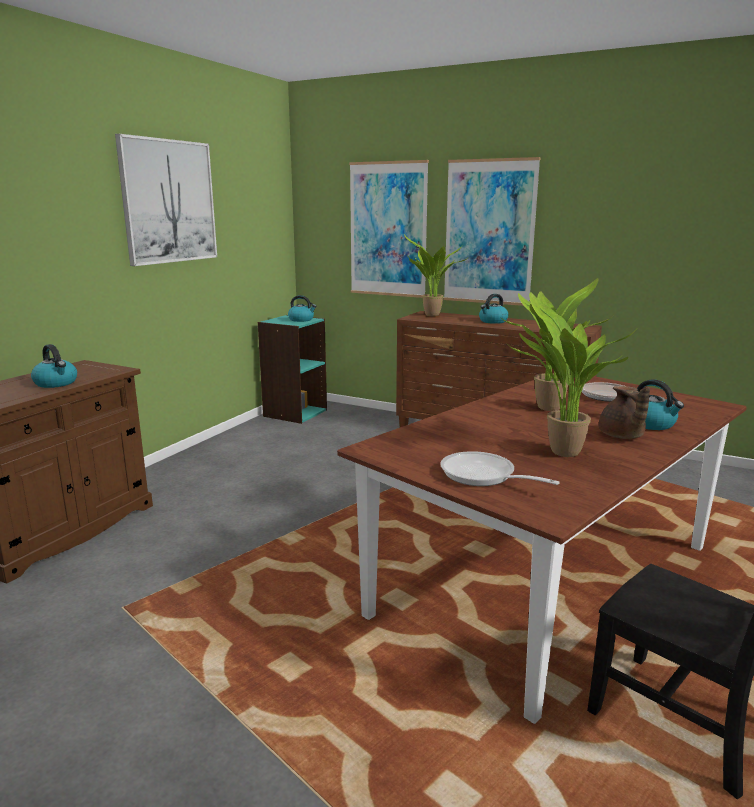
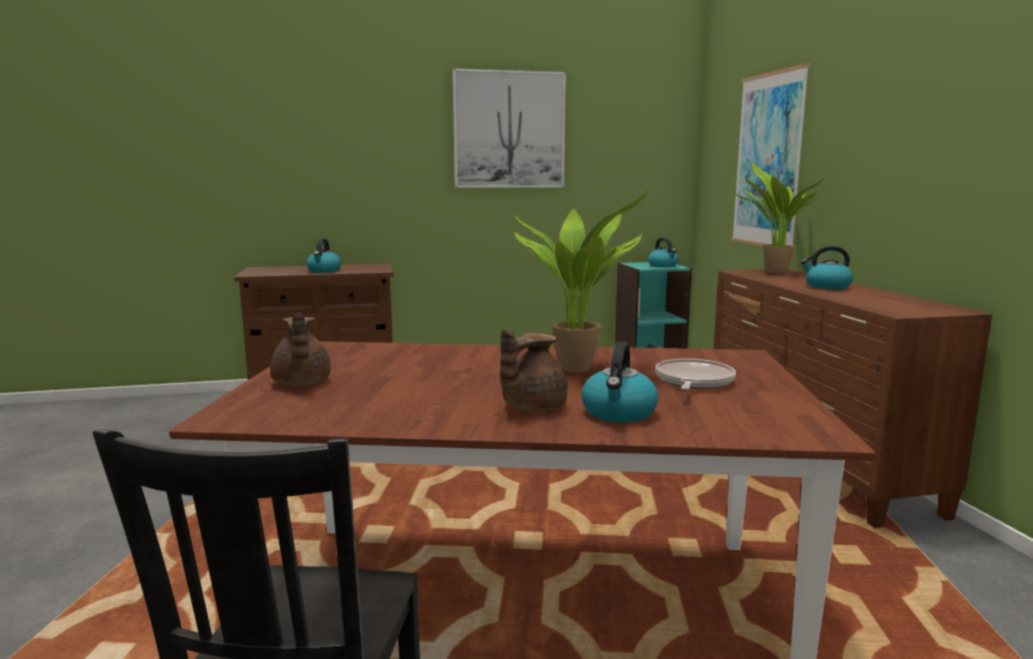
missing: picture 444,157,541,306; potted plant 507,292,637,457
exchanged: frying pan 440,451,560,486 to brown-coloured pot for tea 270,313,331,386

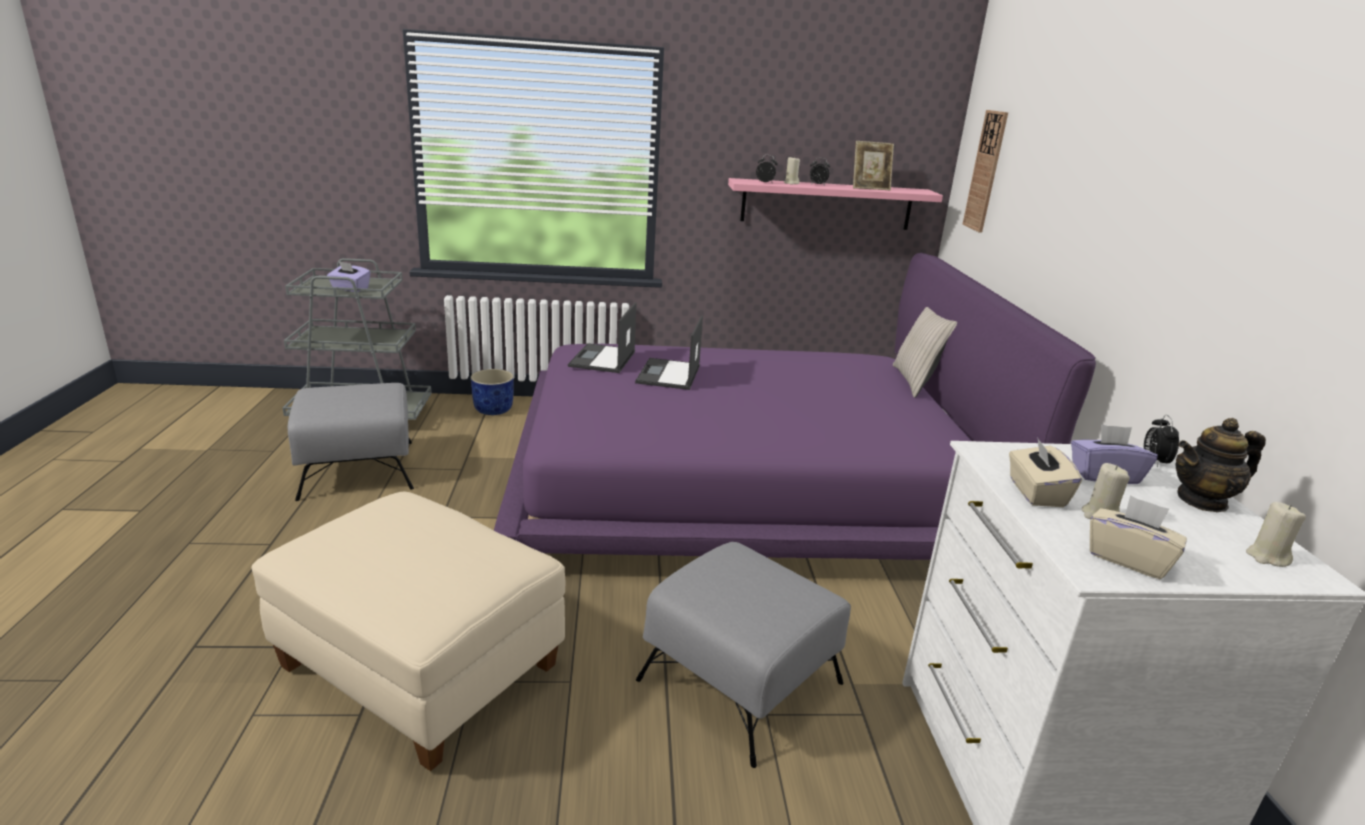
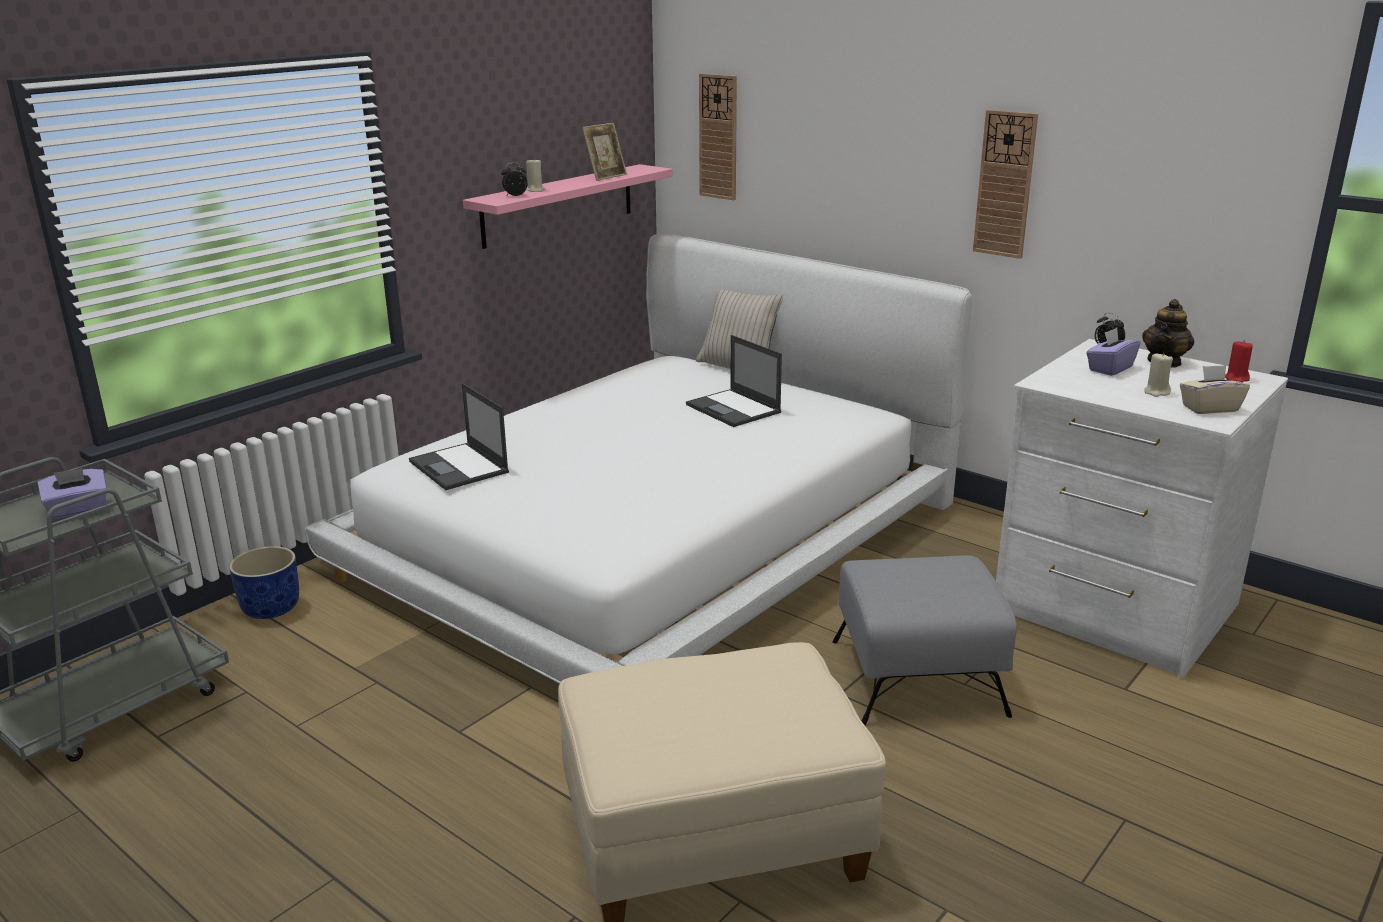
missing: grey ottoman 288,383,414,501; bedside clock 810,158,830,185; beige tissue holder 1009,437,1082,507
appeared: clock on the wall 973,110,1038,259
relocated: notebook computer 635,315,703,390 to 686,335,782,427
colour: purple sleeping bed 494,253,1096,560 to white sleeping bed 304,234,972,684; beige candle 1246,502,1306,567 to red candle 1225,340,1253,382

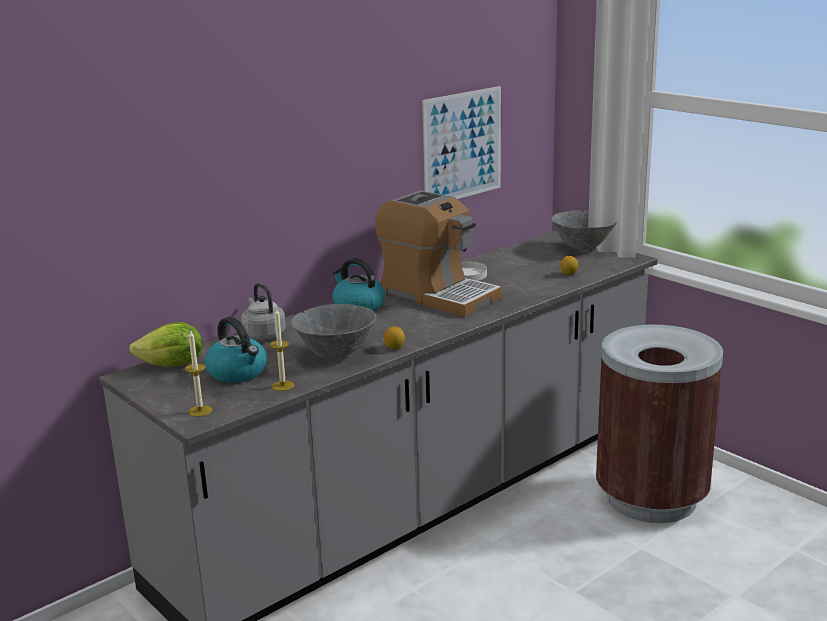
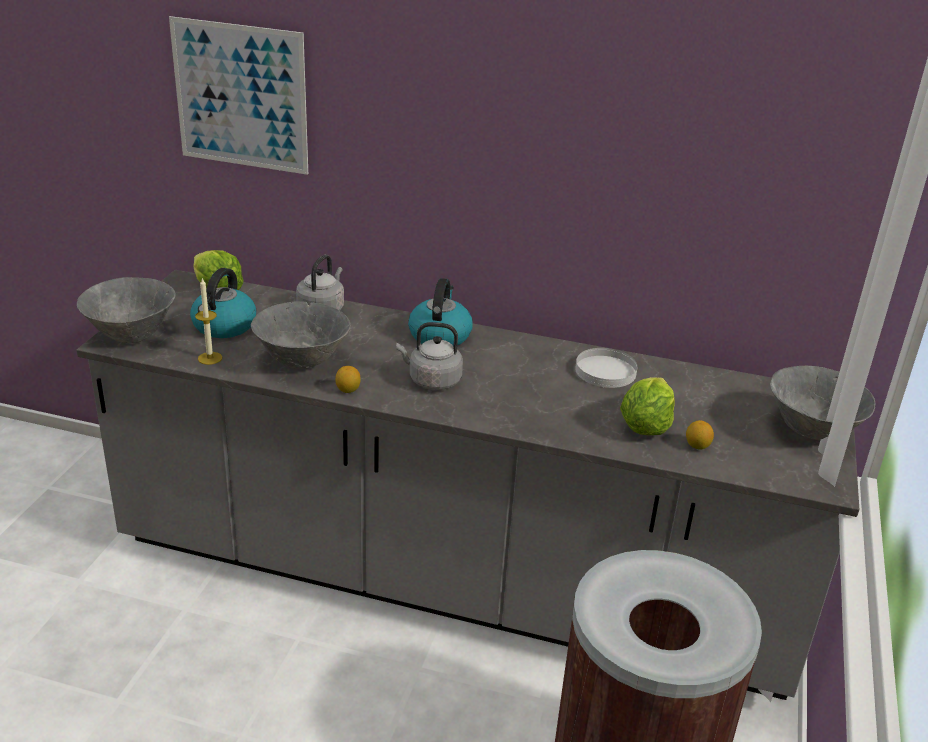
missing: coffee maker 375,190,502,317
appeared: grey kettle 396,322,463,390; lettuce head 620,377,675,435
relocated: picture 422,86,501,199 to 169,16,308,175
exchanged: candle 185,331,212,417 to grey bowl 77,277,176,343

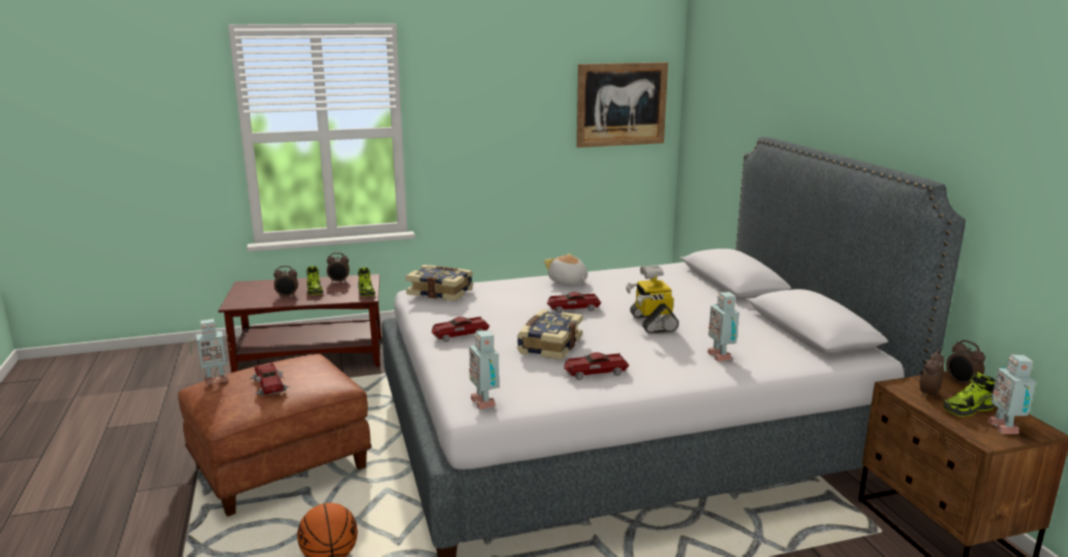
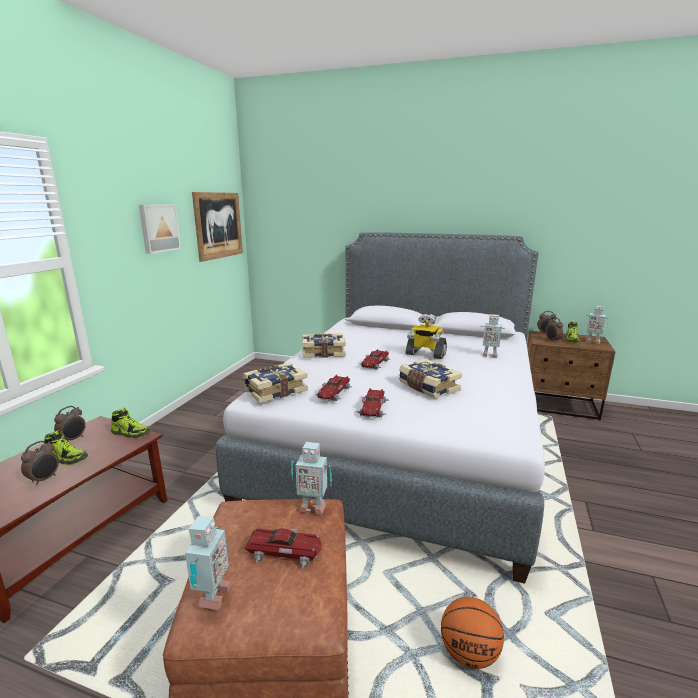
appeared: picture 139,204,181,254
relocated: toy robot 469,330,499,410 to 291,442,332,514; model car 564,352,629,380 to 315,375,352,401
exchanged: cuddly toy 544,254,588,285 to volume 302,333,345,358

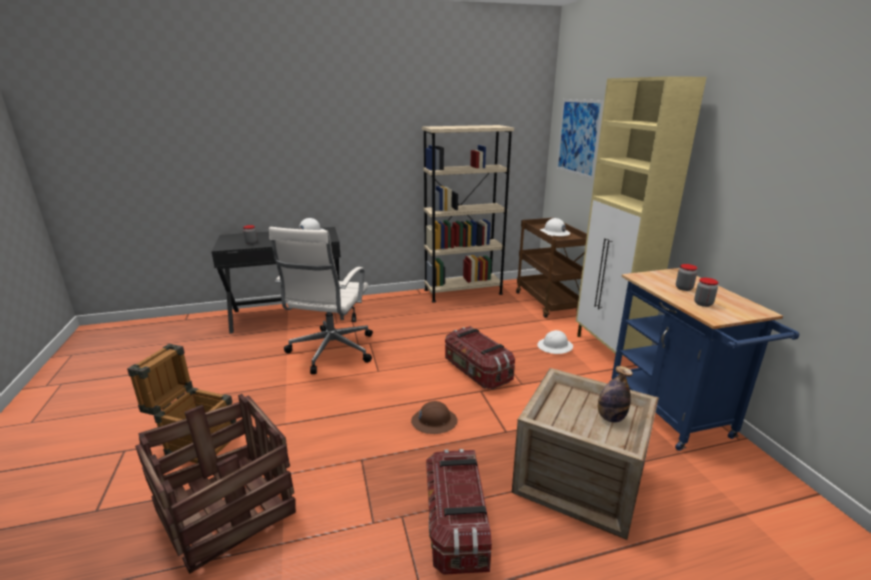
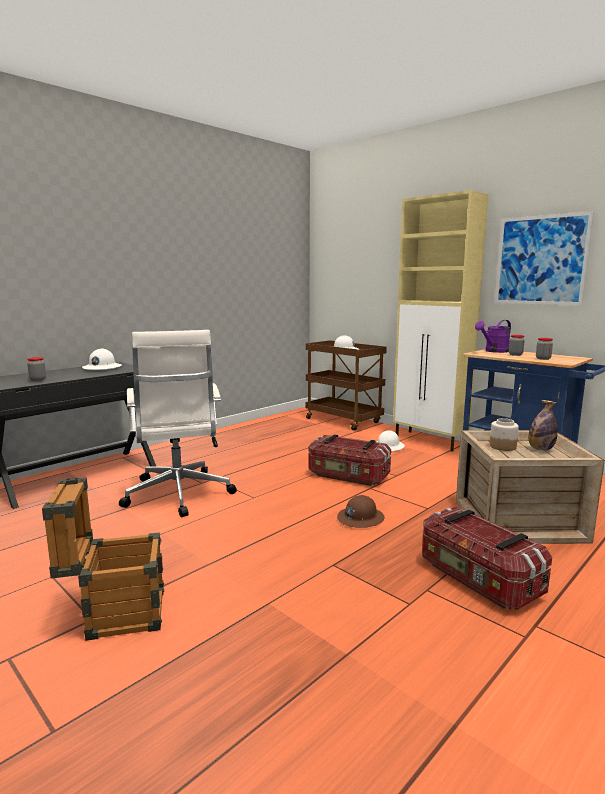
missing: packing crate 135,394,296,574; beige bookcase 422,125,514,303
appeared: purple watering can 475,320,511,353; storage jar 490,418,519,451
relocated: picture 556,99,604,179 to 495,211,594,306

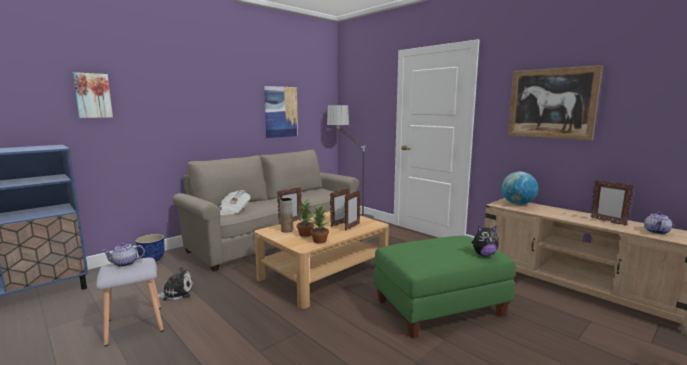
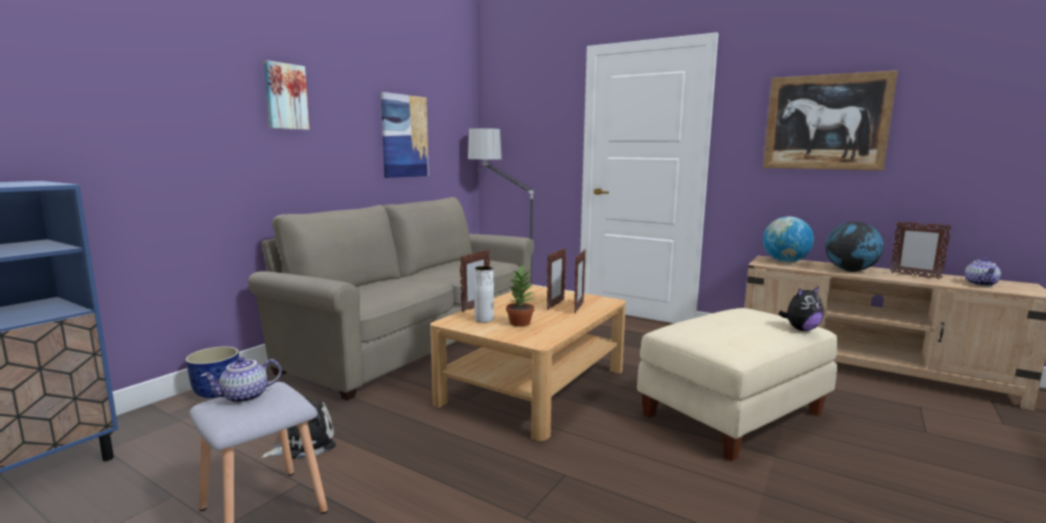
missing: daily paper 220,190,250,215; potted plant 310,205,329,243
appeared: globe 825,222,884,272
relocated: picture 73,72,113,118 to 263,60,309,130
colour: brown-coloured flower vase 280,198,293,233 to white flower vase 474,266,494,323; green ottoman 374,236,515,338 to beige ottoman 637,308,838,461

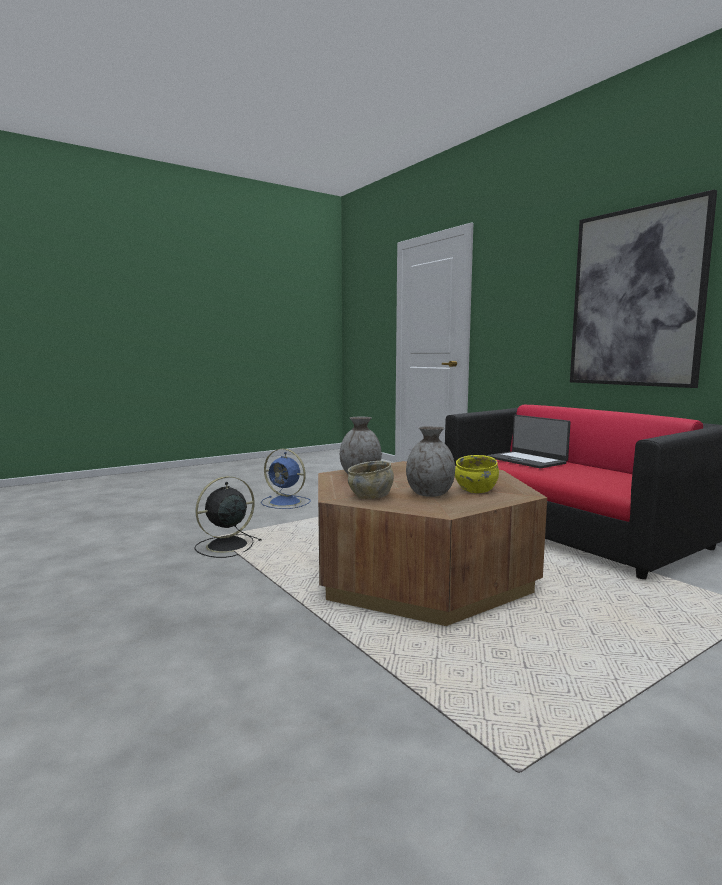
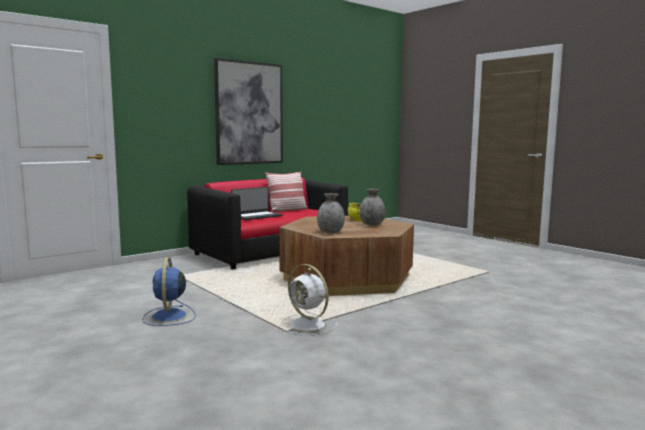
missing: beige bowl 348,461,394,499
appeared: cushion 265,171,308,213
colour: blackish electric fan 194,476,262,558 to white electric fan 281,264,337,336
spun: bluish electric fan 261,449,311,509 = 142,257,196,326 150 degrees clockwise

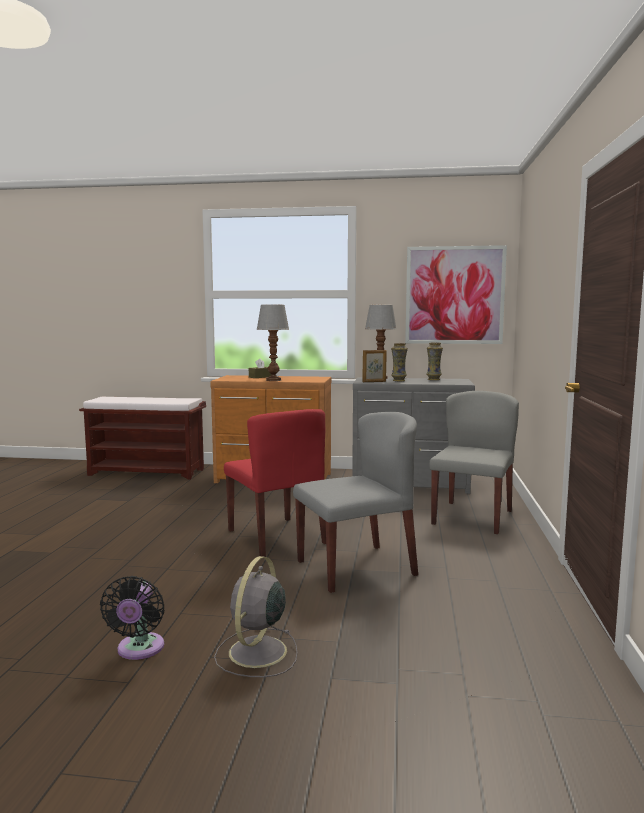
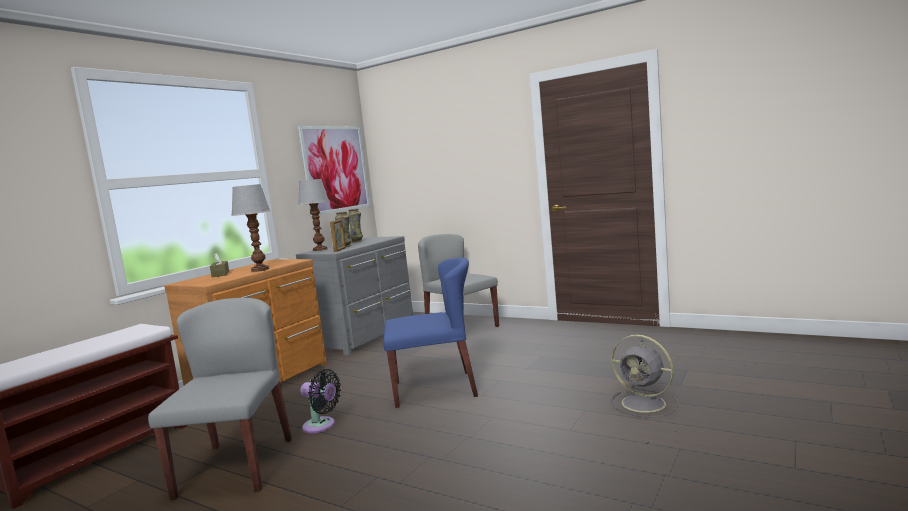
relocated: blackish electric fan 100,576,165,660 to 300,369,341,433; grey upright chair 293,412,418,593 to 148,298,292,500
colour: red upright chair 224,409,326,557 to bluish upright chair 383,257,478,408

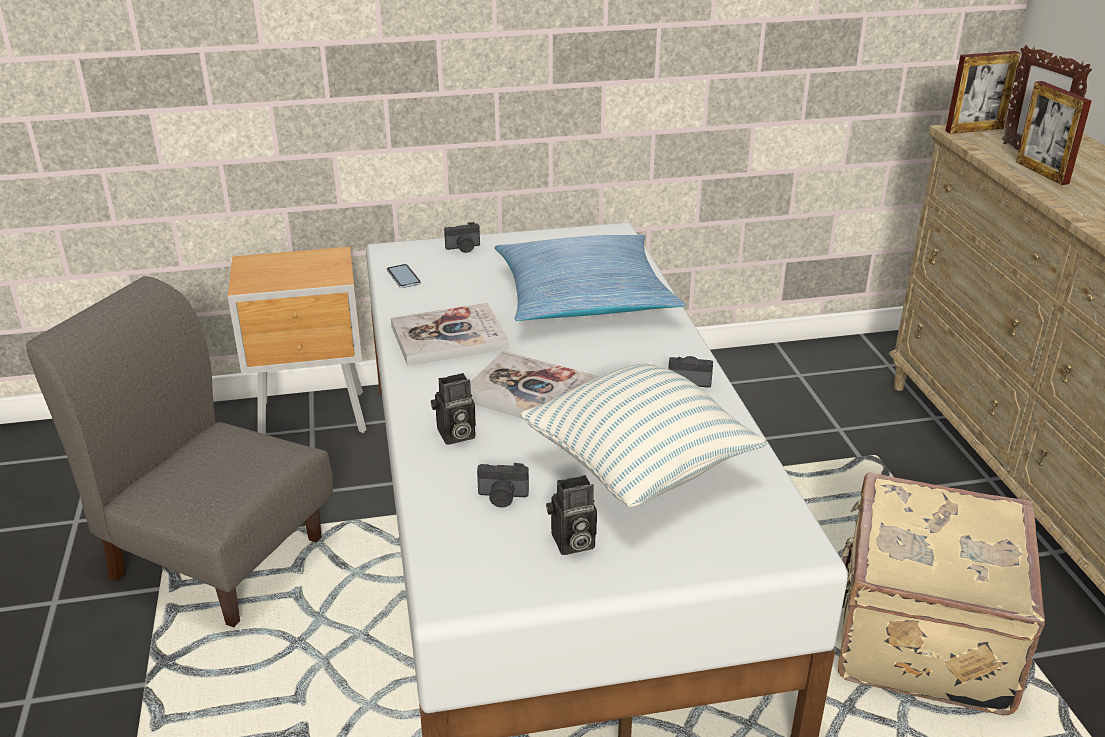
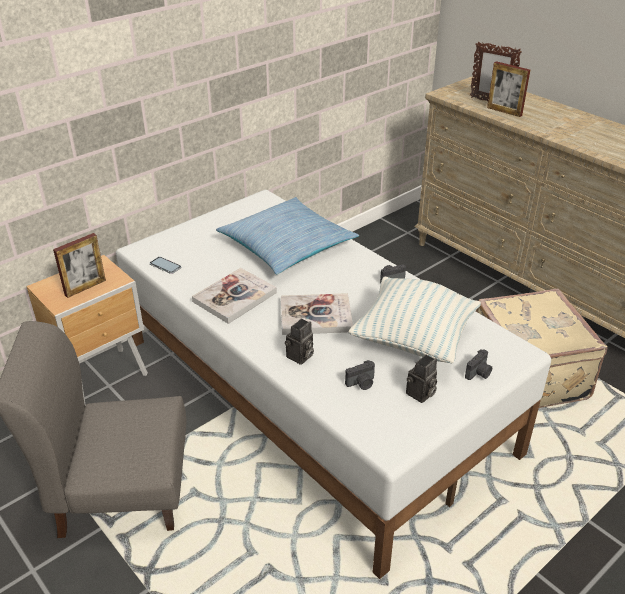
relocated: still camera 444,222,480,253 to 465,349,492,380; standing frame 946,51,1021,134 to 53,233,106,298

